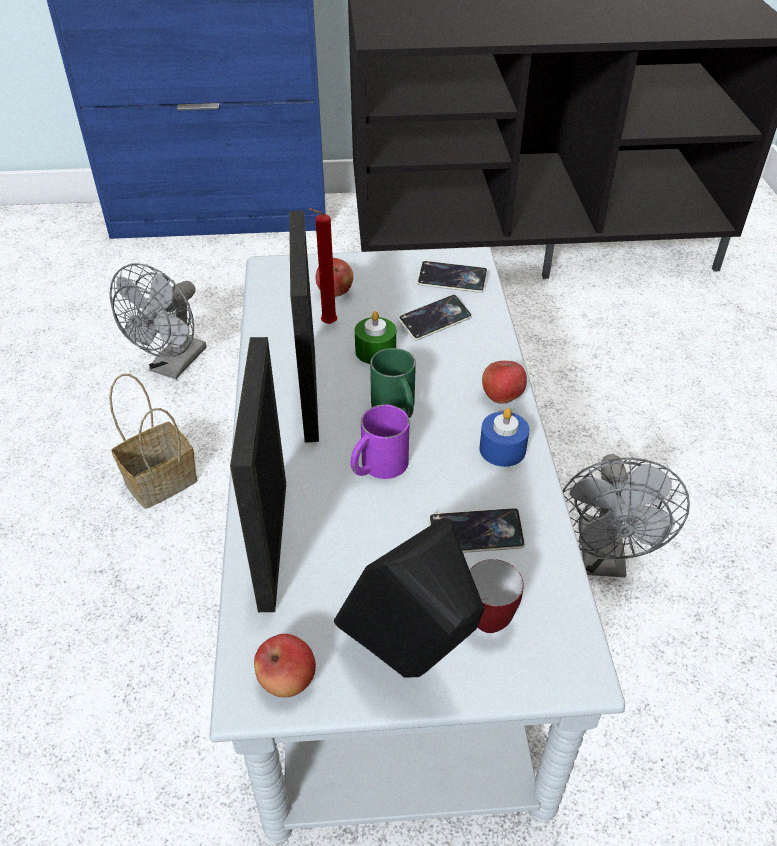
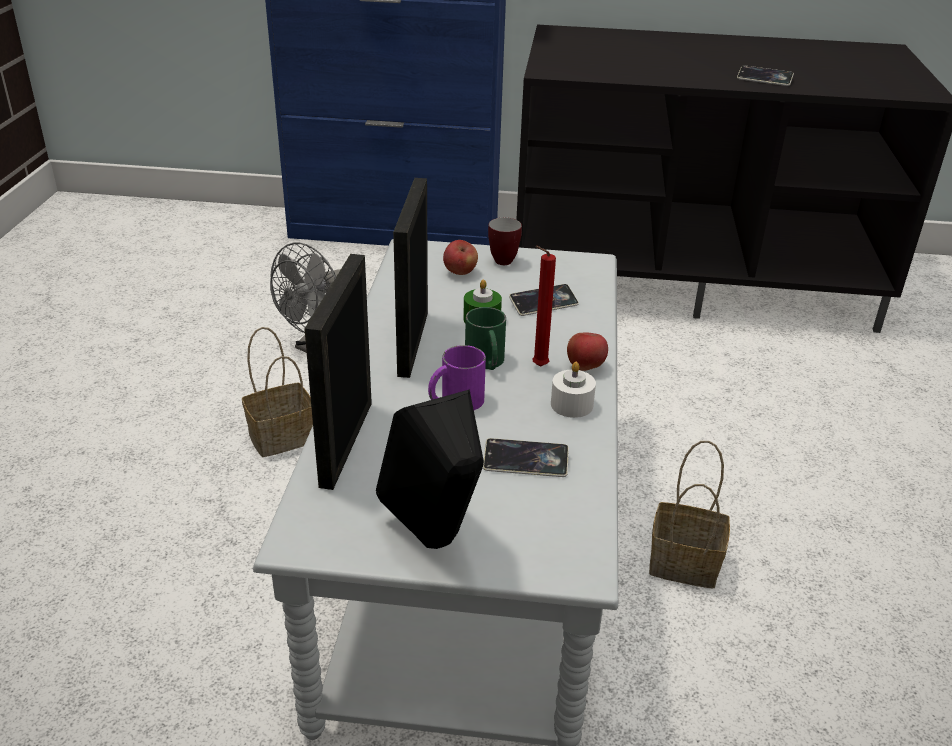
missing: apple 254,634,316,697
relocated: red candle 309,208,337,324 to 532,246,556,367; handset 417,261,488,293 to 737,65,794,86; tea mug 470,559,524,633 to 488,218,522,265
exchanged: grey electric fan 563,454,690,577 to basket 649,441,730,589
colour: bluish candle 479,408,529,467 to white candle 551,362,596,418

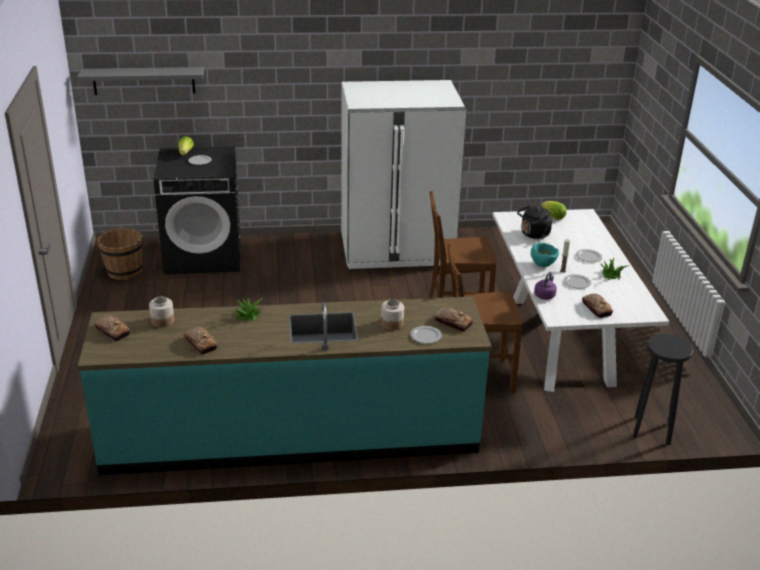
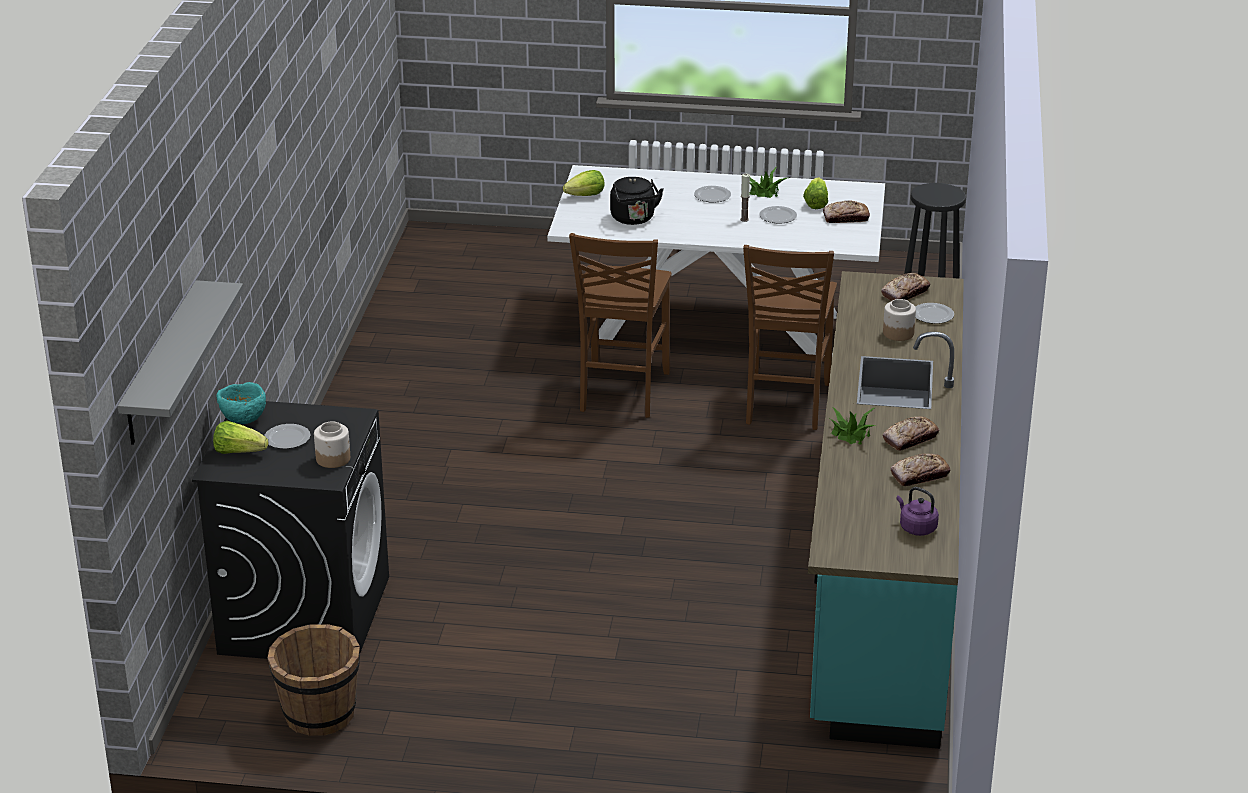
missing: white kitchen fridge 341,80,467,269
appeared: lettuce head 803,177,828,209
relocated: bread 94,316,130,341 to 883,416,939,451; storage jar 149,297,174,327 to 314,421,350,468; blue-green bowl 531,243,559,267 to 216,382,266,424; purple kettle 534,272,557,300 to 896,487,939,536

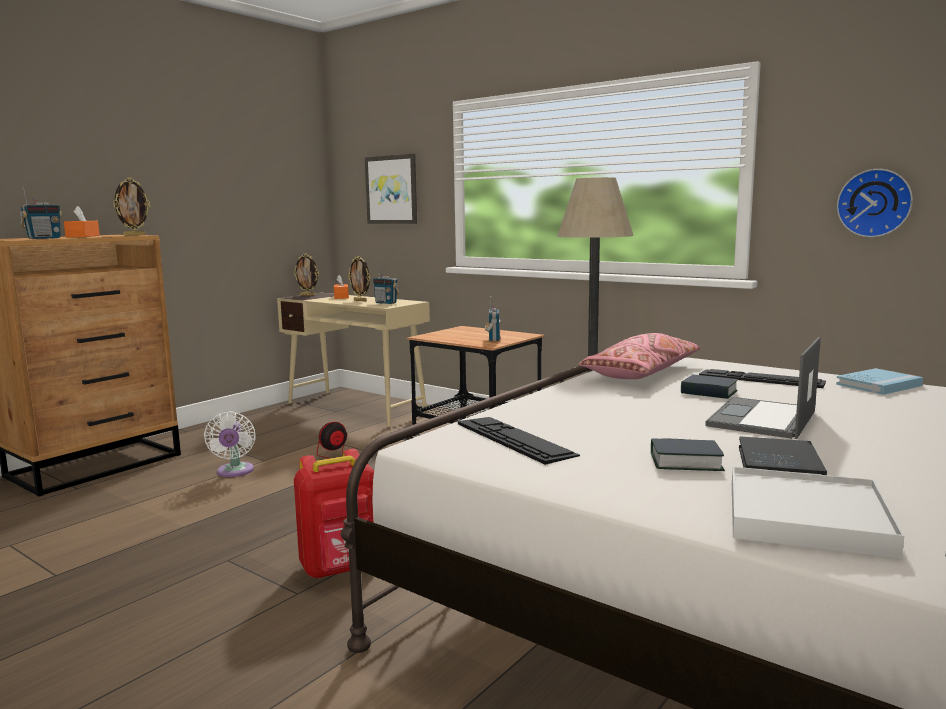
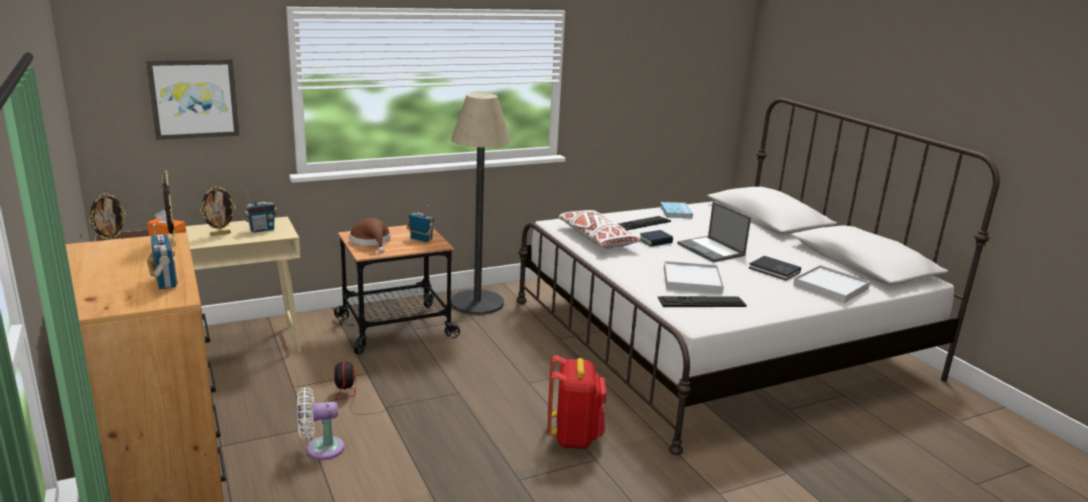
missing: orange-coloured tissue holder 64,206,100,237; volume 651,438,725,471; clock on the wall 837,169,913,238
appeared: brown-coloured clothing hat 349,218,390,253; white tray 664,261,724,294
colour: pink cushion 578,333,700,379 to white cushion 558,210,641,249
spun: white electric fan 204,411,256,477 = 297,387,344,460 150 degrees clockwise

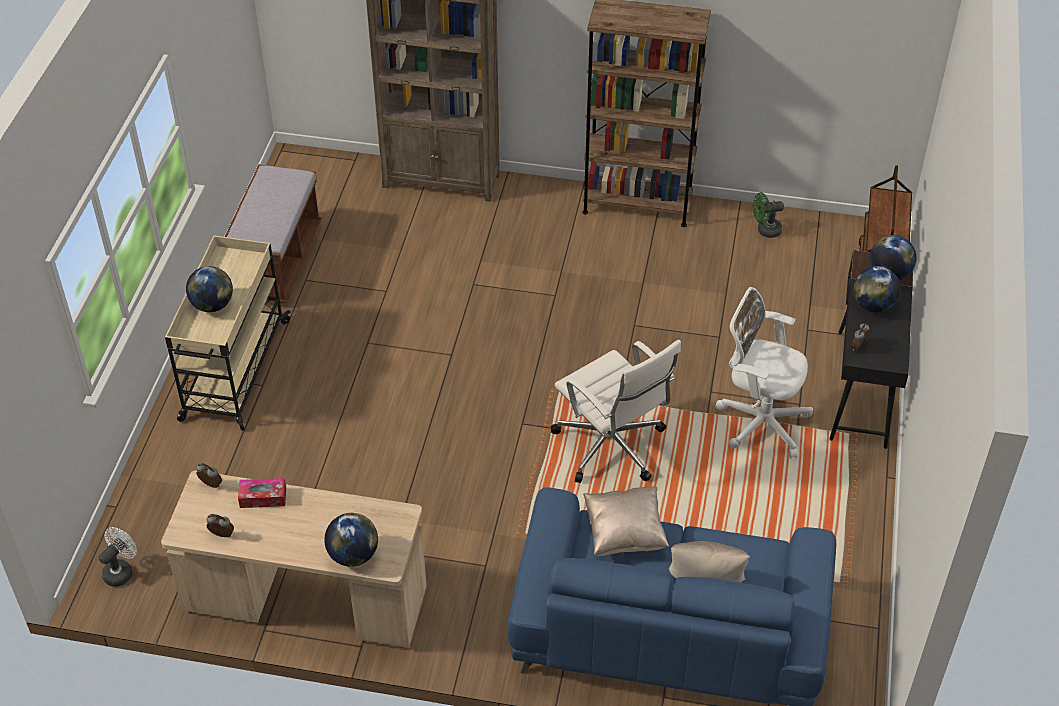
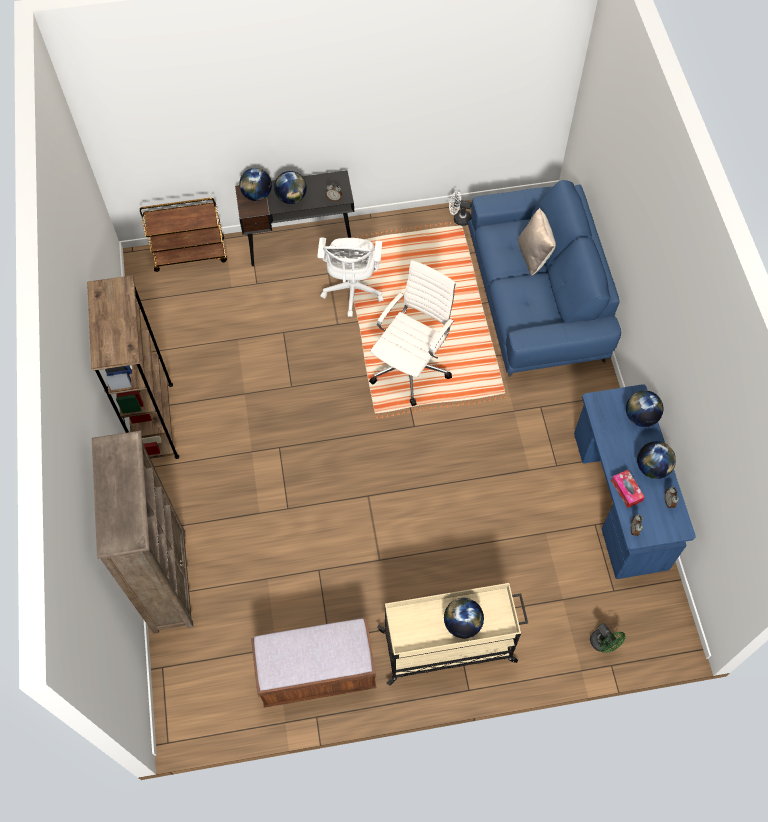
missing: beige cushion 583,486,669,556
appeared: globe 637,441,676,479
relocated: white electric fan 98,527,137,587 to 449,191,472,226; green electric fan 753,192,784,238 to 590,623,626,653
colour: beige desk unit 161,470,427,648 to bluish desk unit 574,384,696,579

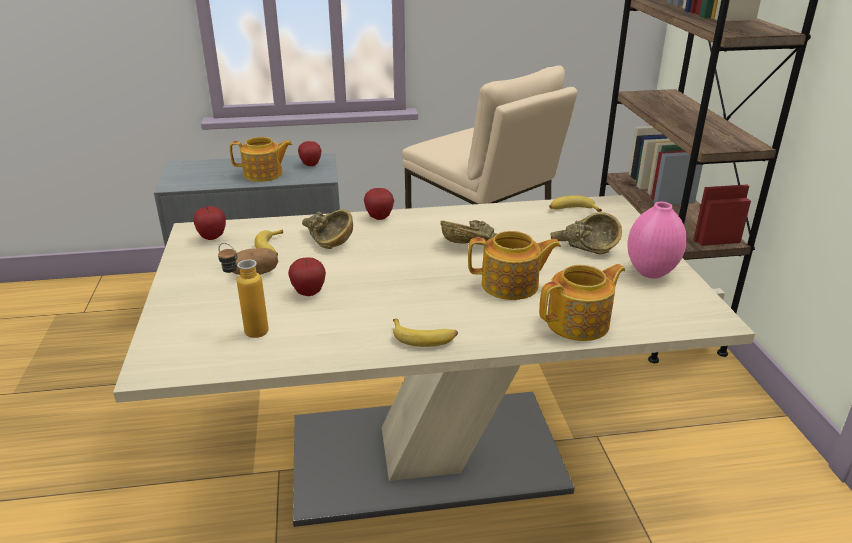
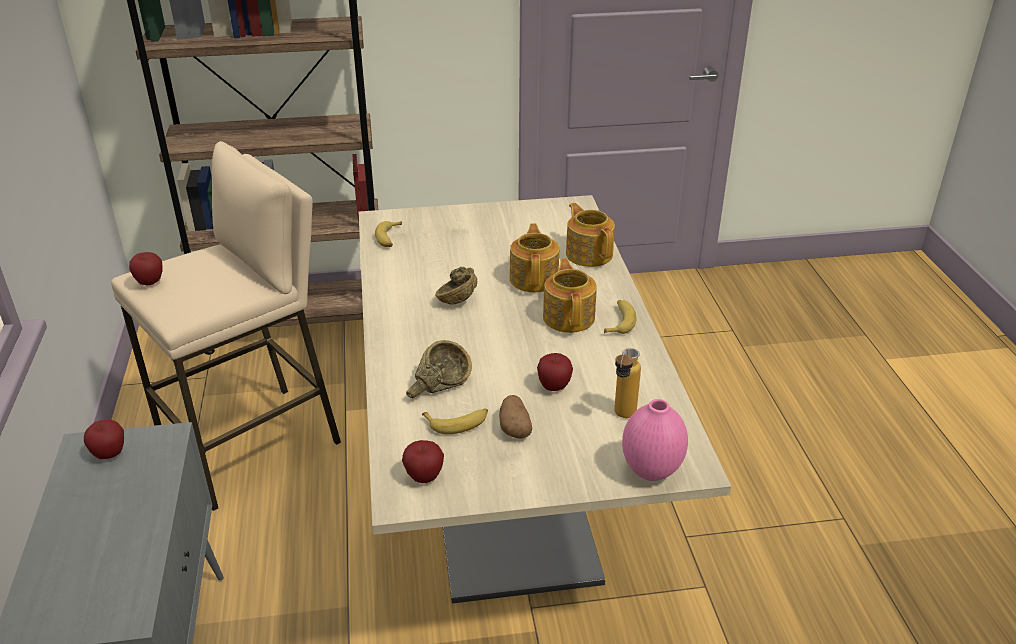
missing: brown-coloured bowl 550,212,622,254
relocated: pot for tea 230,137,292,182 to 543,258,597,333; apple 364,188,394,220 to 129,252,163,285; pink flower vase 628,202,687,279 to 622,399,688,481

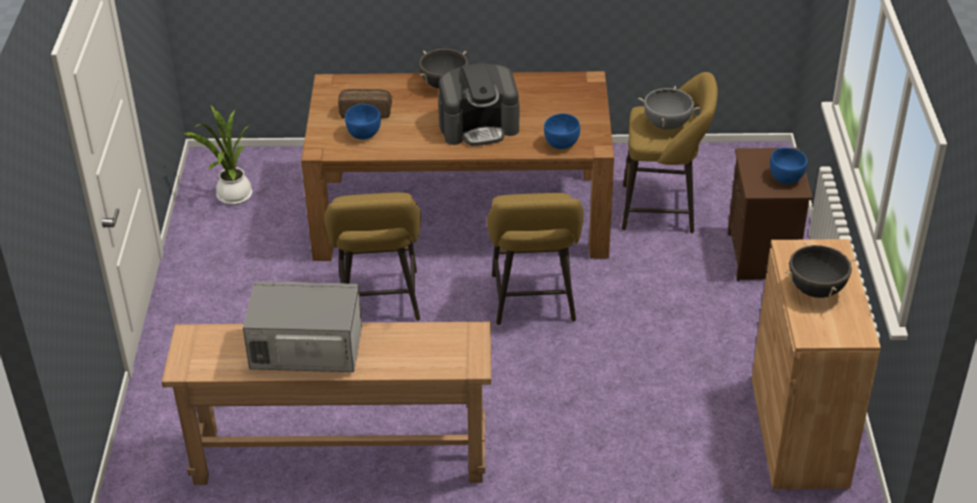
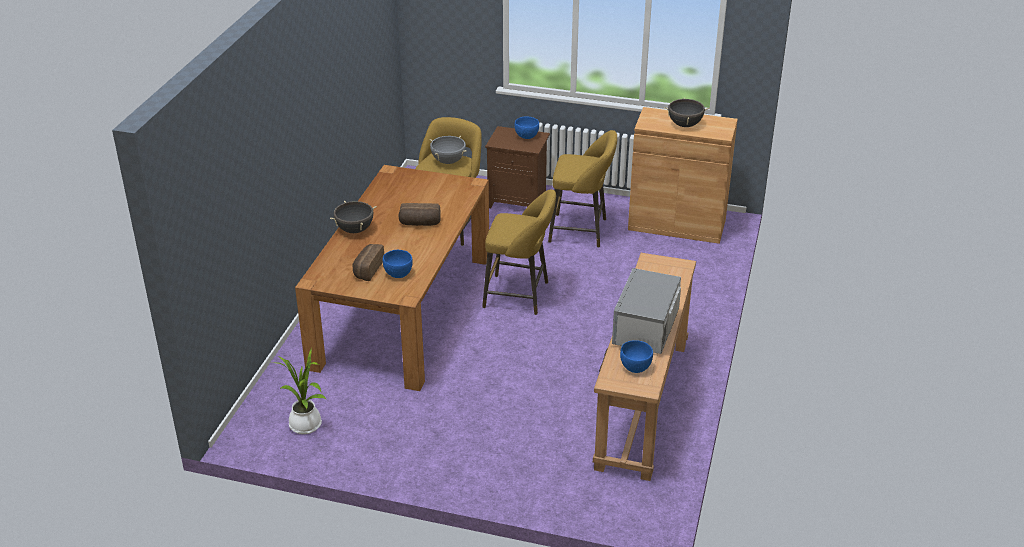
relocated: yellow stool seat 324,192,421,321 to 548,130,617,248; bluish bowl 544,113,580,149 to 620,340,653,373
exchanged: coffee maker 438,63,519,146 to bread 399,203,441,226

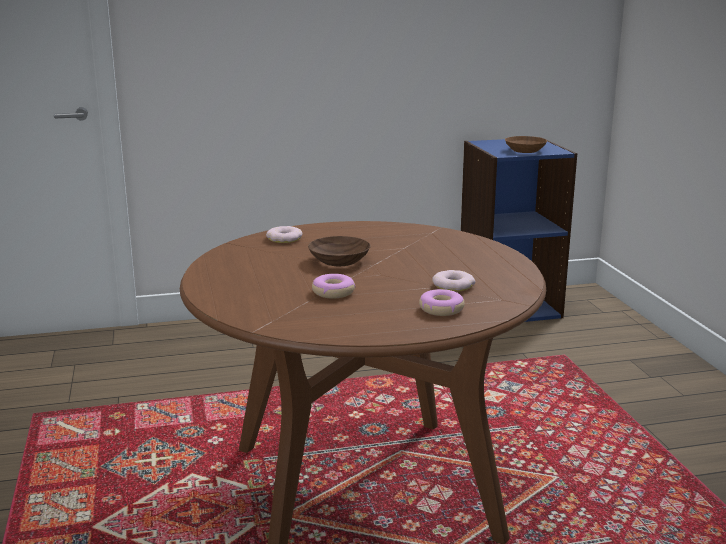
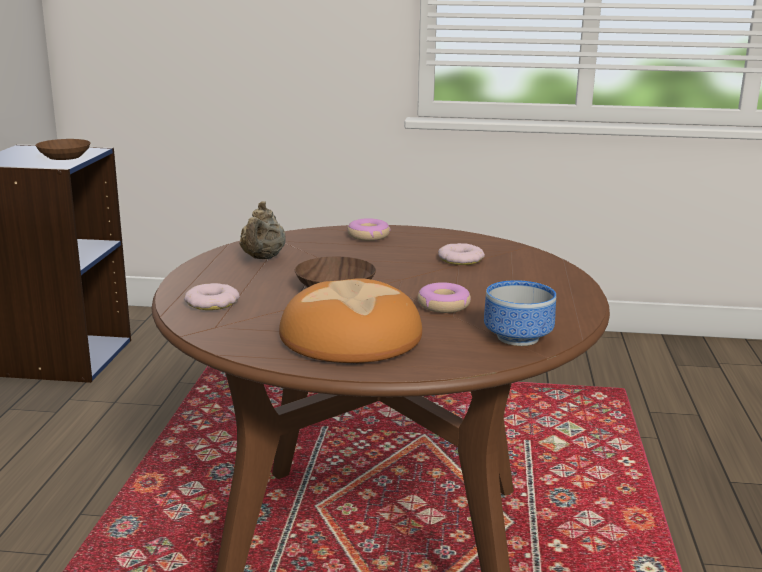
appeared: beige pot for tea 239,201,285,259; bread 279,278,422,363; bowl 484,280,556,346
relocated: donut 419,289,465,316 to 347,218,390,241

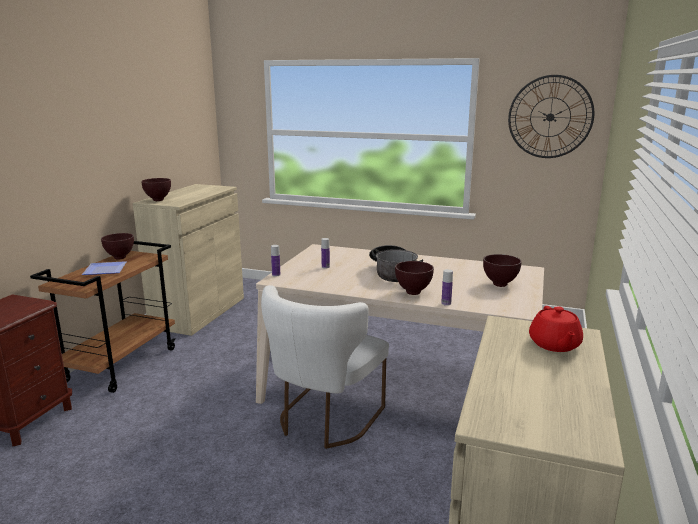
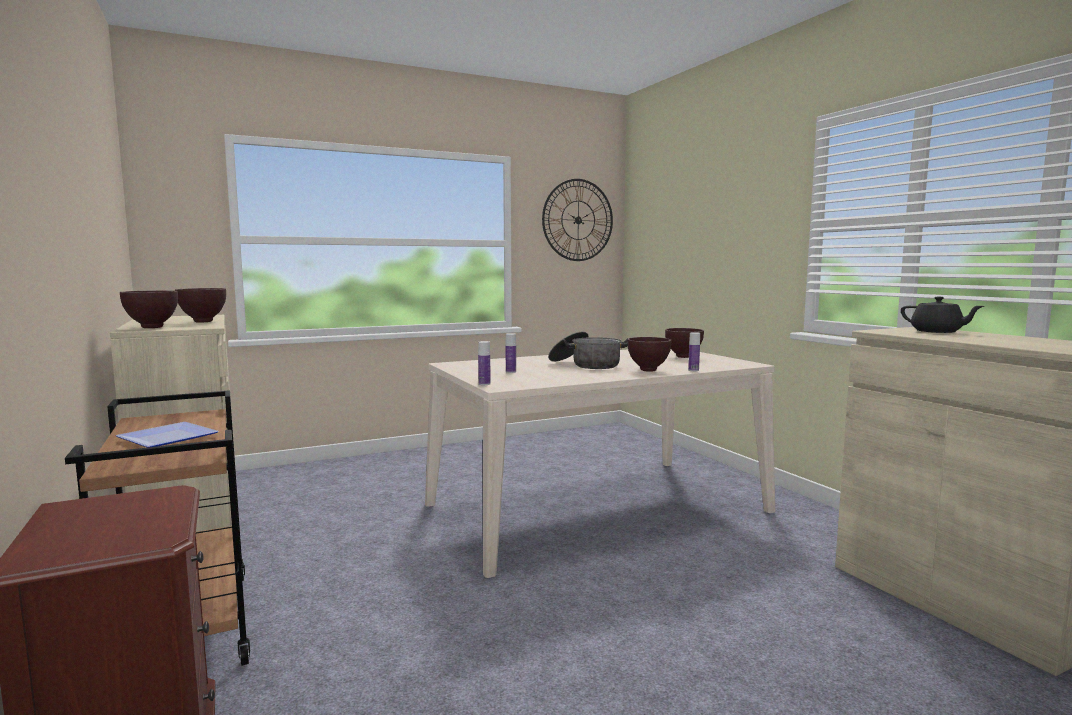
missing: white upright chair 261,285,389,449
relocated: brown-coloured bowl 101,233,134,260 to 175,288,226,322
colour: red pot for tea 529,306,583,352 to blackish pot for tea 901,297,984,333

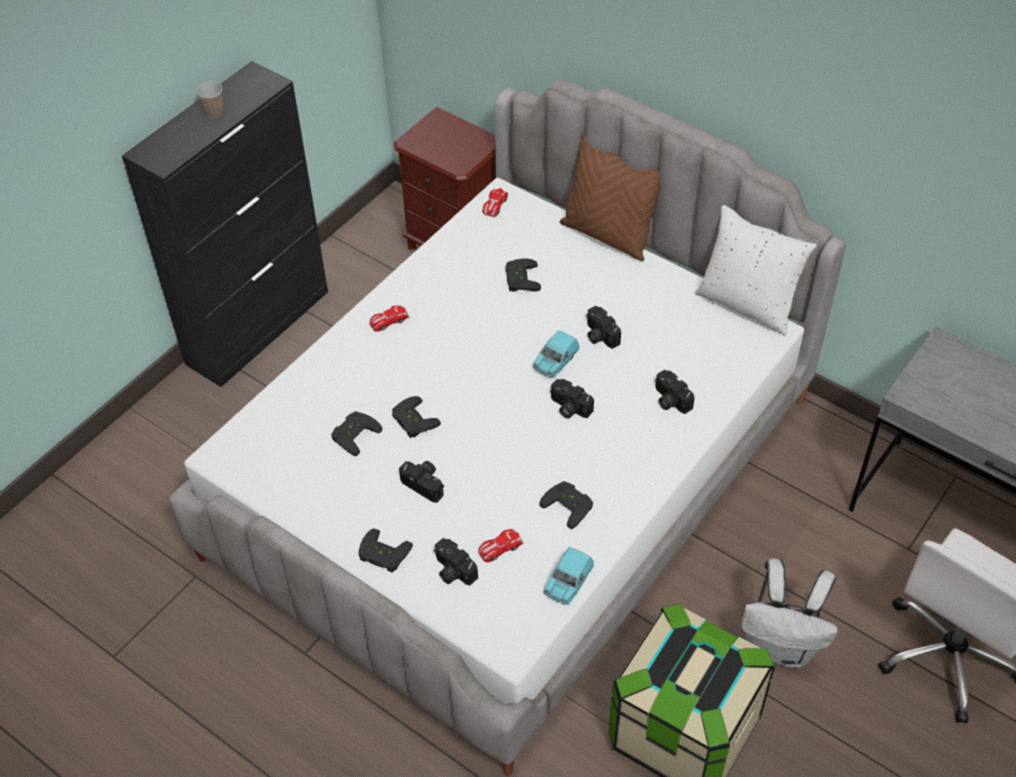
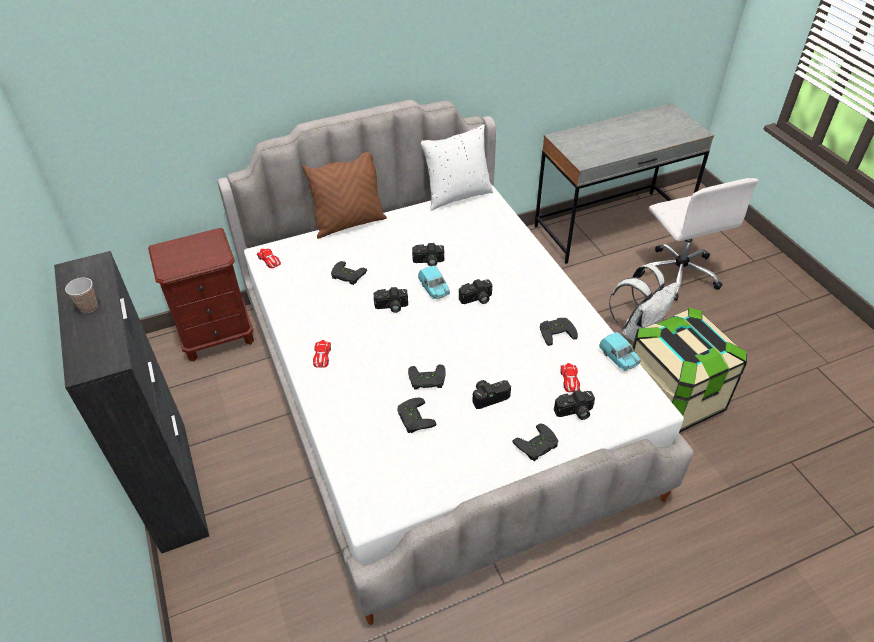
relocated: still camera 655,370,694,414 to 374,287,408,313

